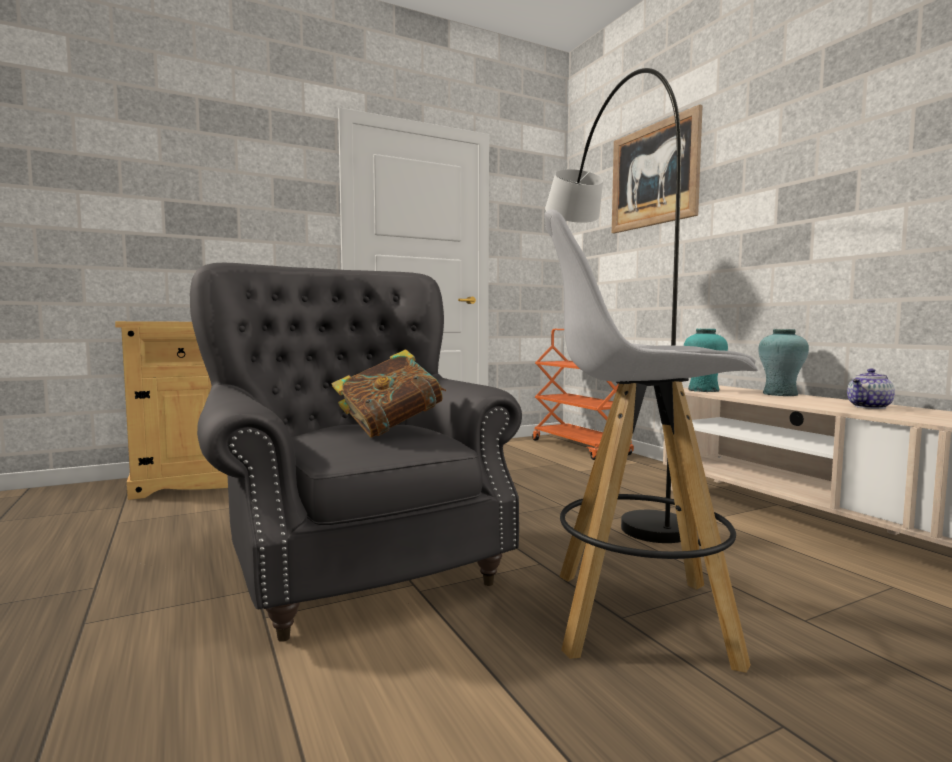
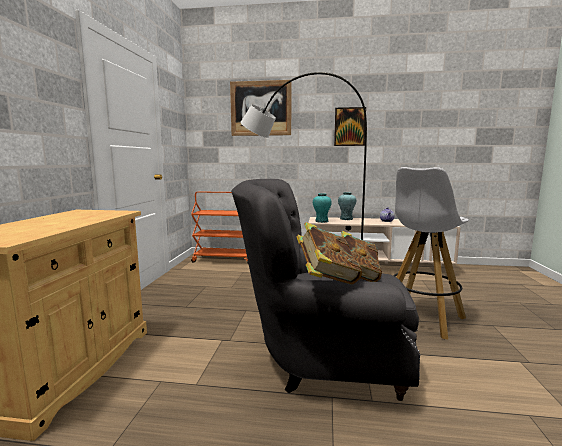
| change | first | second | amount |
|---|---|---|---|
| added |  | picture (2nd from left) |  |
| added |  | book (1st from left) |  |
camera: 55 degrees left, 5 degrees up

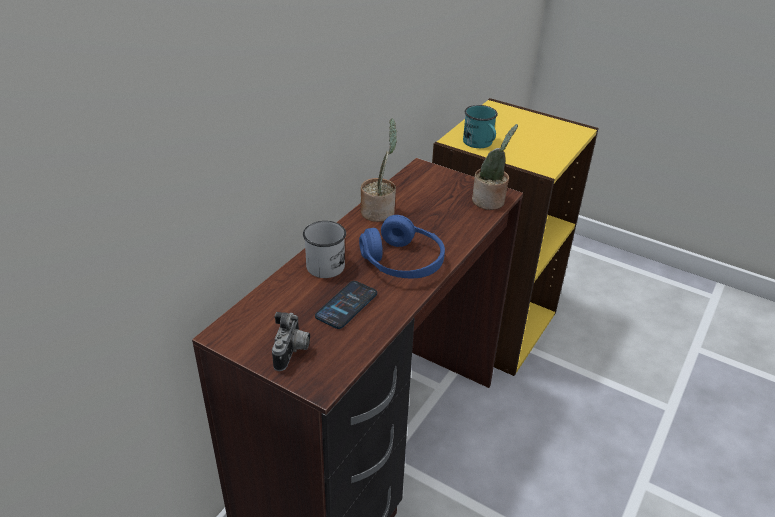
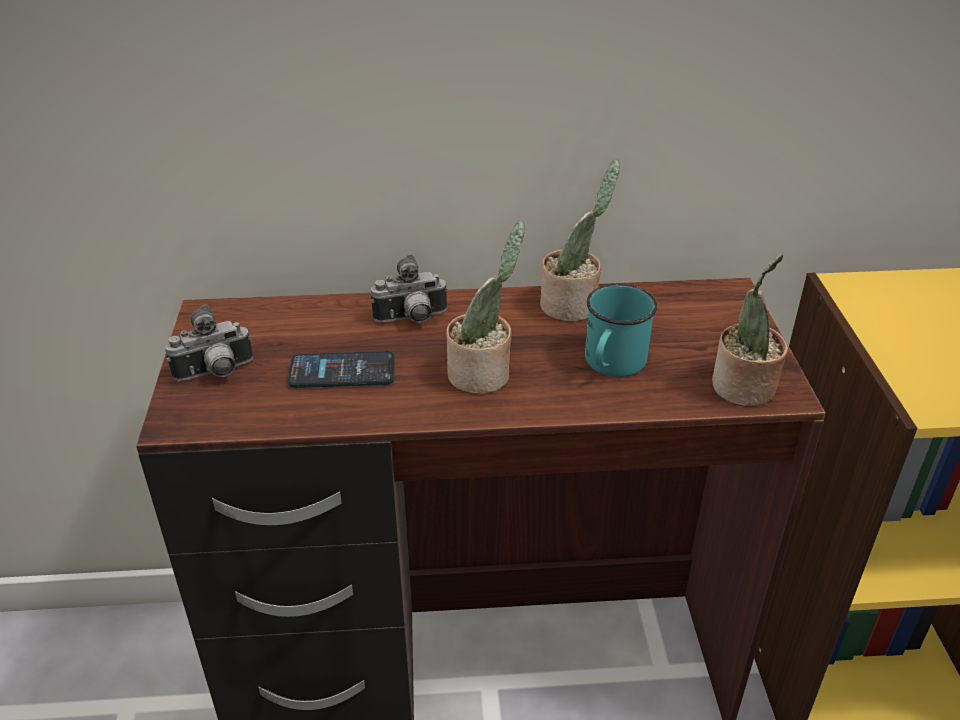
| change | first | second | amount |
|---|---|---|---|
| moved | mug/turquoise |  |  |
| replaced | headphones/blue | potted plant (1st from left) |  |
| replaced | mug/white | photo camera (2nd from left) |  |
camera: 55 degrees right, 0 degrees up

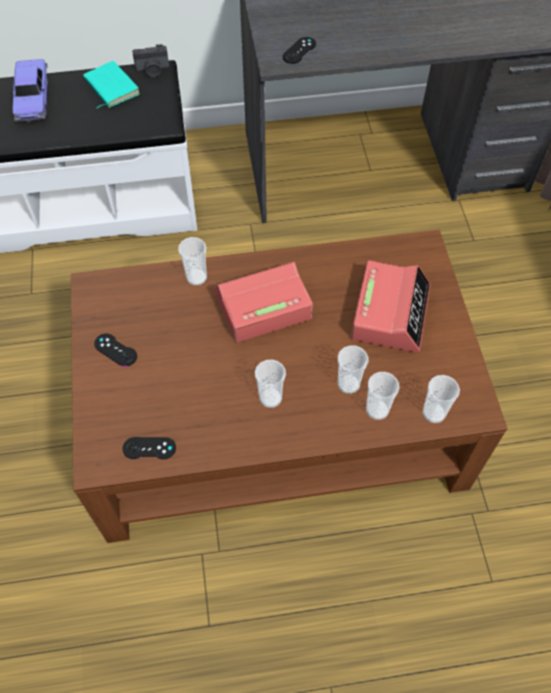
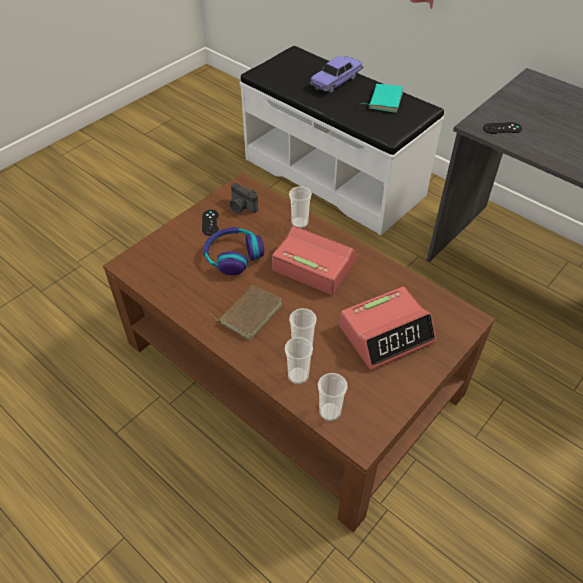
| change | first | second | amount |
|---|---|---|---|
| moved | photo camera |  |  |
| replaced | cup (2nd from left) | book/brown |  |
| removed | game controller/black (2nd from left) |  |  |
| added |  | headphones |  |
camera: 50 degrees right, 10 degrees down

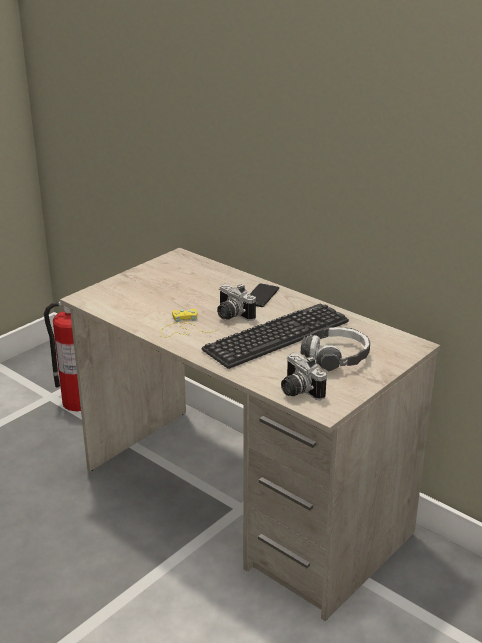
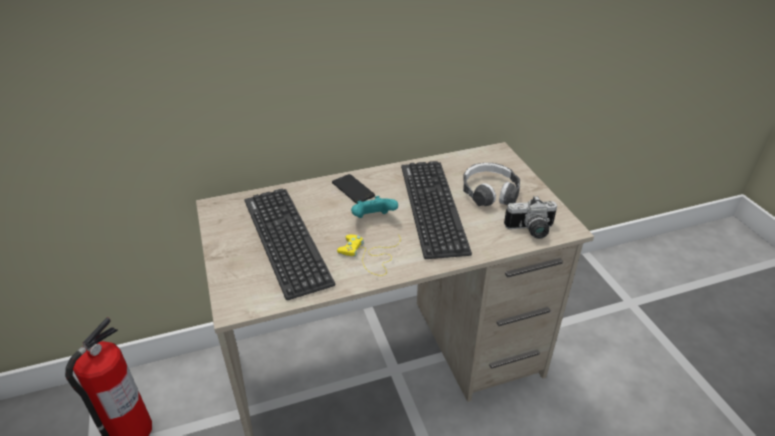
| change | first | second | amount |
|---|---|---|---|
| replaced | photo camera (1st from left) | game controller/turquoise |  |
| added |  | keyboard (1st from left) |  |
camera: 60 degrees left, 10 degrees up

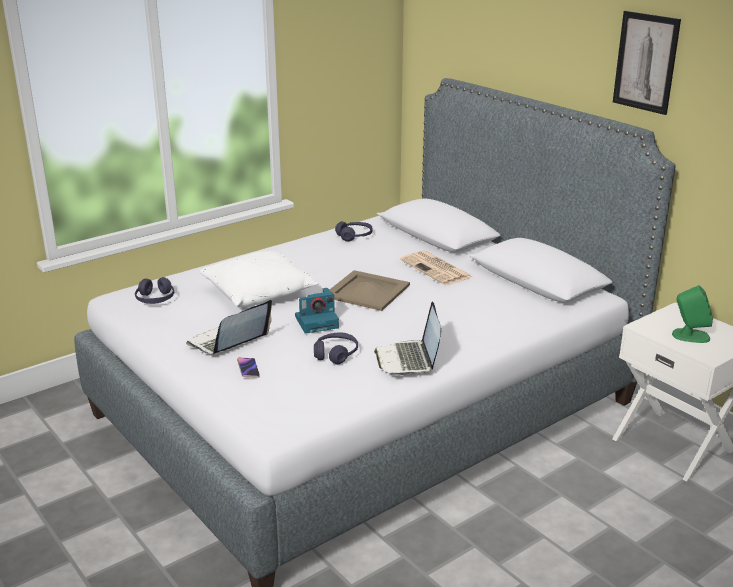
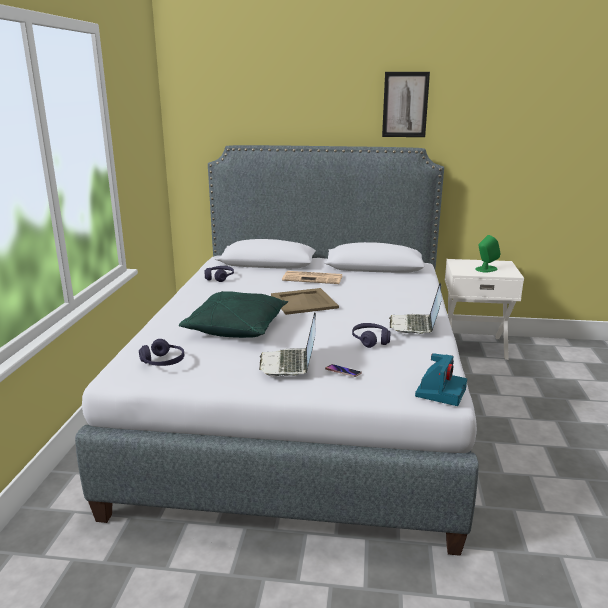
| change | first | second | amount |
|---|---|---|---|
| recoloured | pillow/white | pillow/green |  |
| moved | photo camera |  |  |
| turned | laptop (2nd from left) |  | 60 degrees clockwise |
camera: 45 degrees left, 5 degrees down

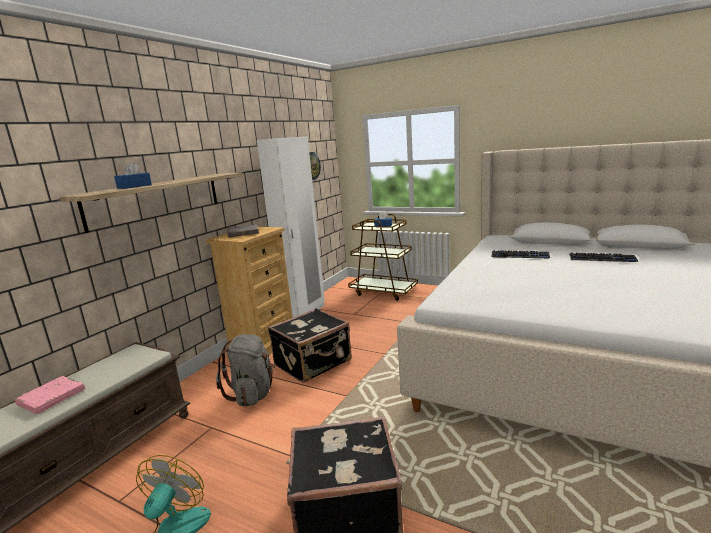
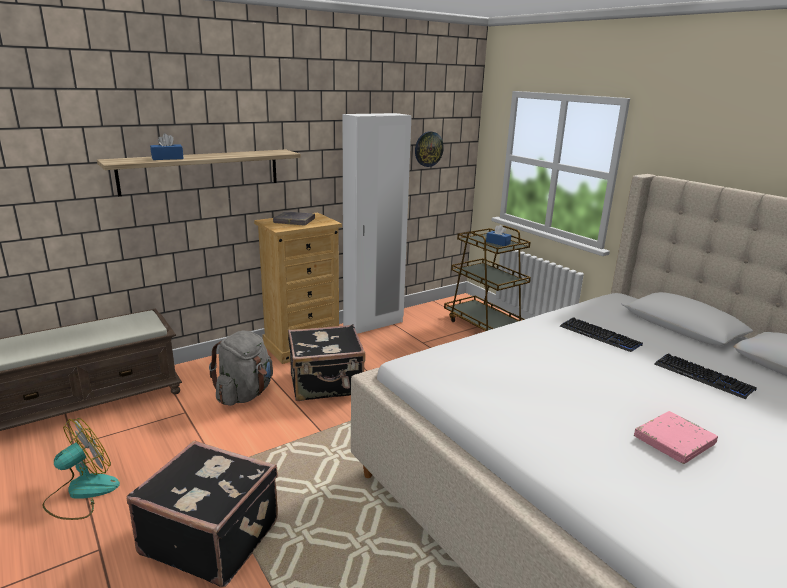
| change | first | second | amount |
|---|---|---|---|
| moved | book/pink |  |  |
camera: 25 degrees right, 5 degrees up

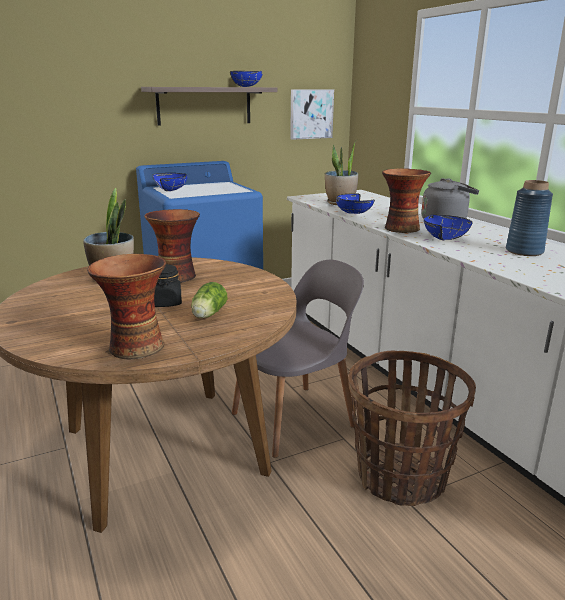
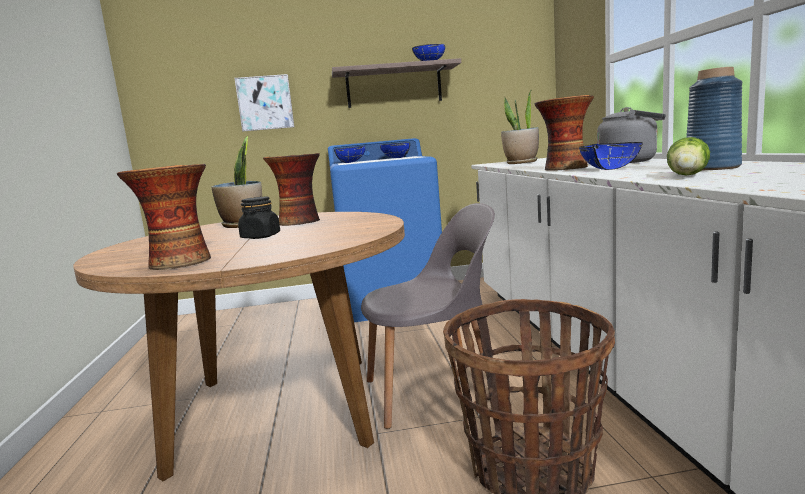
| change | first | second | amount |
|---|---|---|---|
| moved | picture |  |  |
| moved | bowl/blue (3rd from left in the first image) | bowl/blue (2nd from left) |  |
| moved | lettuce |  |  |
camera: 20 degrees right, 10 degrees down

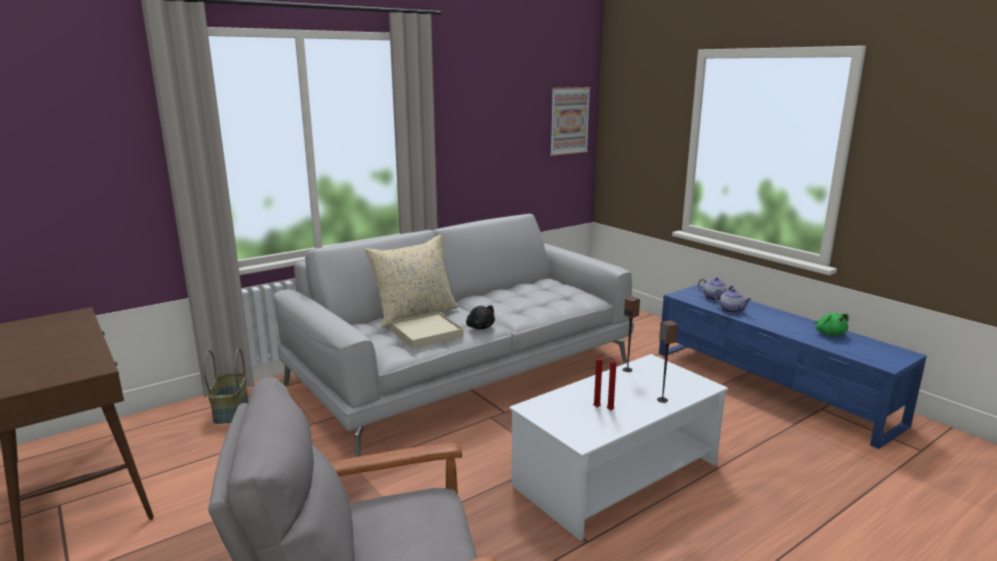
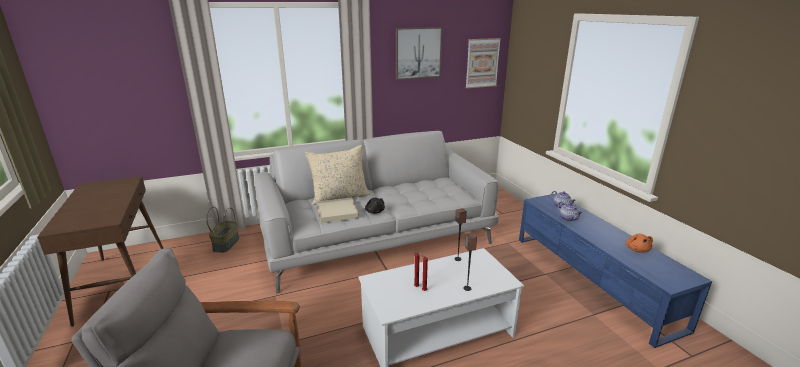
| change | first | second | amount |
|---|---|---|---|
| recoloured | plush toy/green | plush toy/orange |  |
| added |  | picture (1st from left) |  |
camera: 15 degrees right, 5 degrees up

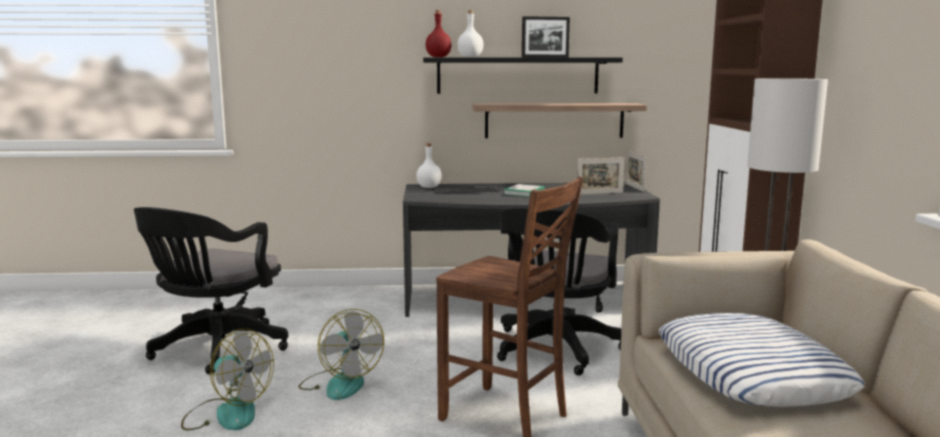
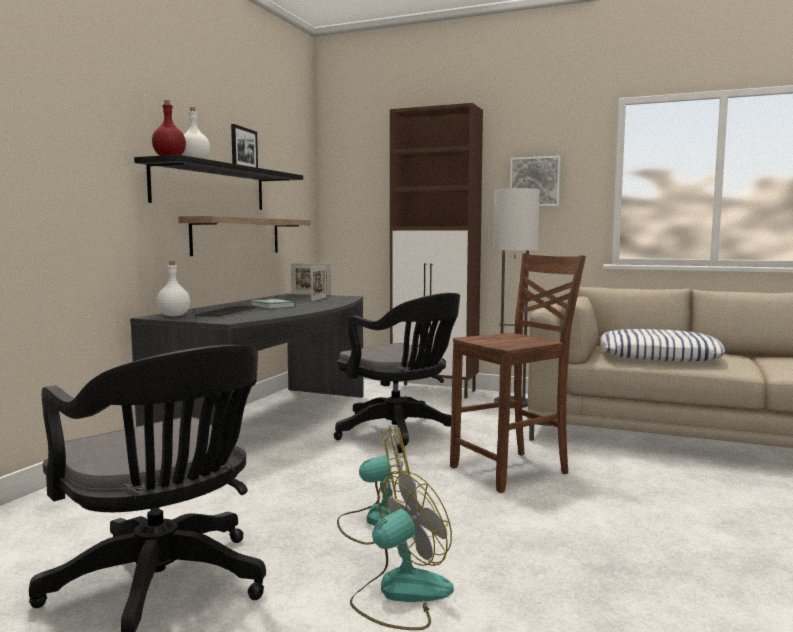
| change | first | second | amount |
|---|---|---|---|
| added |  | picture |  |
camera: 65 degrees left, 5 degrees down

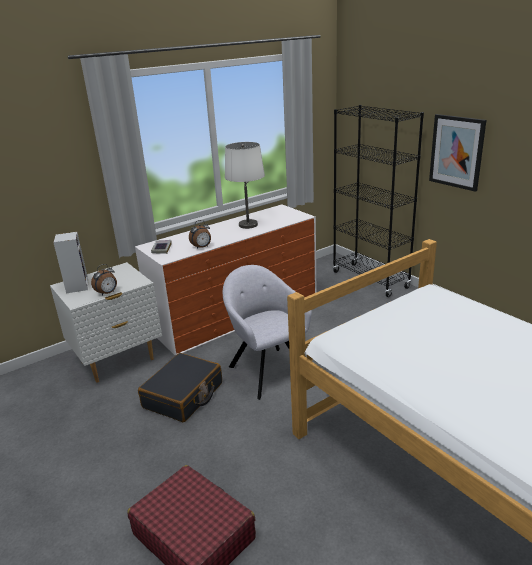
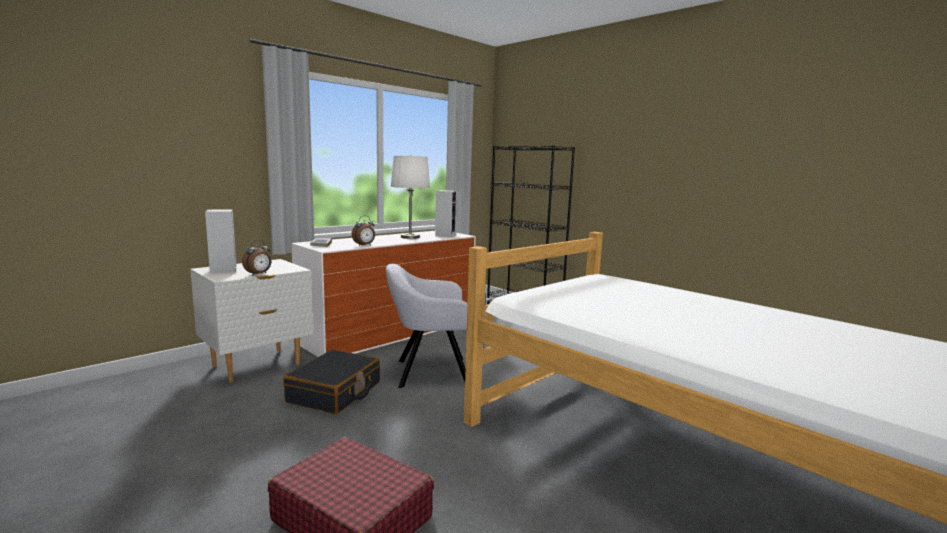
| change | first | second | amount |
|---|---|---|---|
| removed | picture |  |  |
| turned | armchair/grey |  | 60 degrees counterclockwise |
| added |  | speaker (2nd from left) |  |
camera: 10 degrees left, 15 degrees down

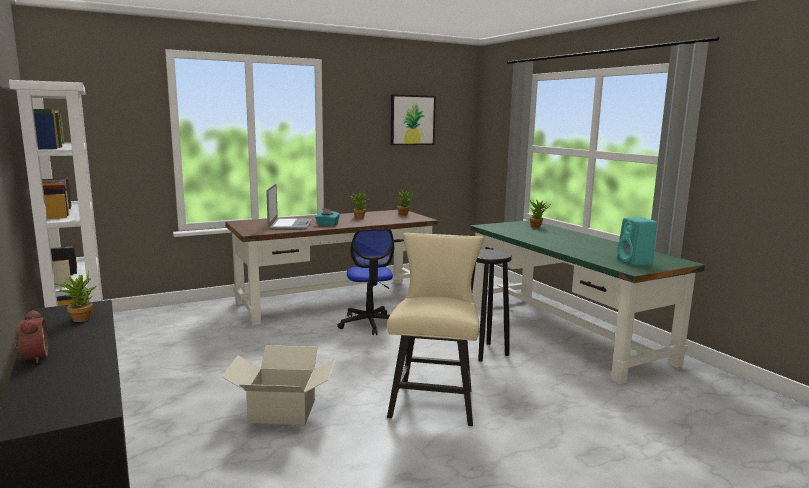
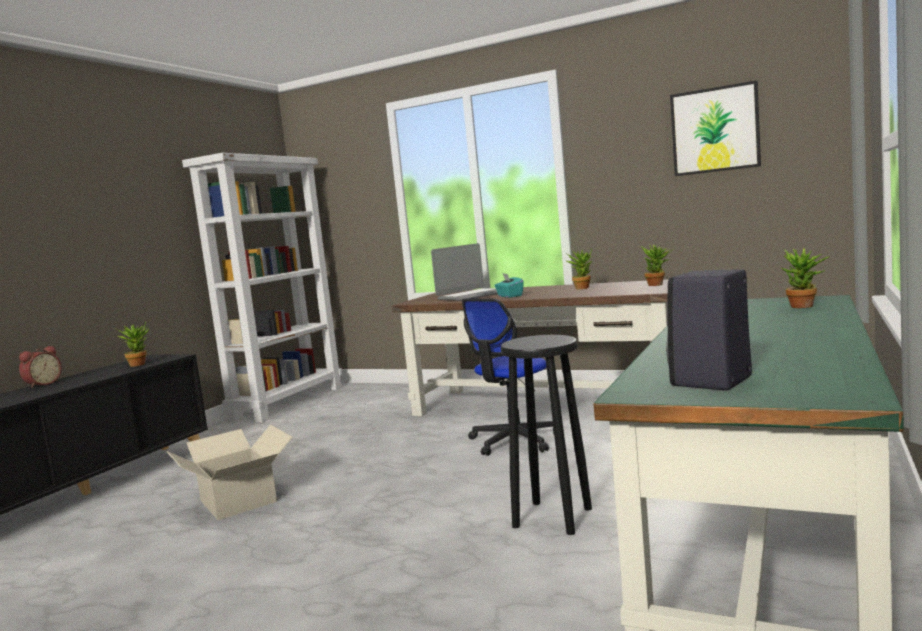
| change | first | second | amount |
|---|---|---|---|
| recoloured | speaker/turquoise | speaker/black |  |
| removed | chair/beige |  |  |
camera: 55 degrees right, 5 degrees down

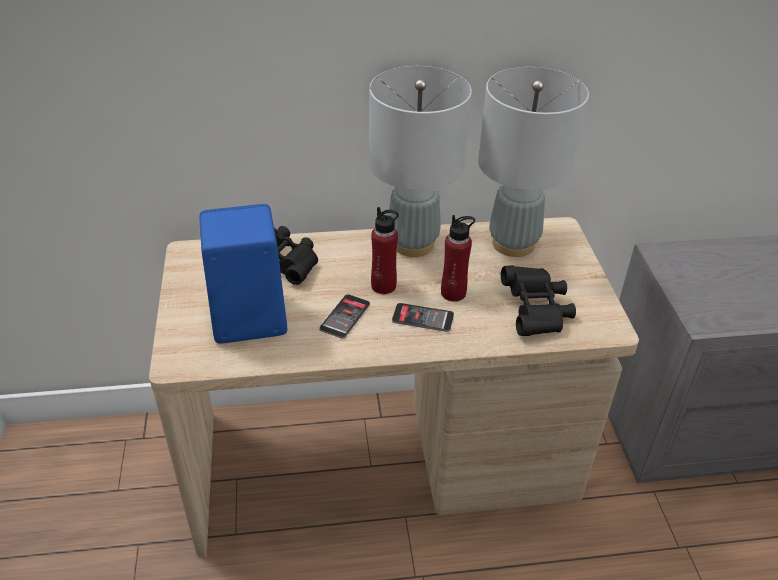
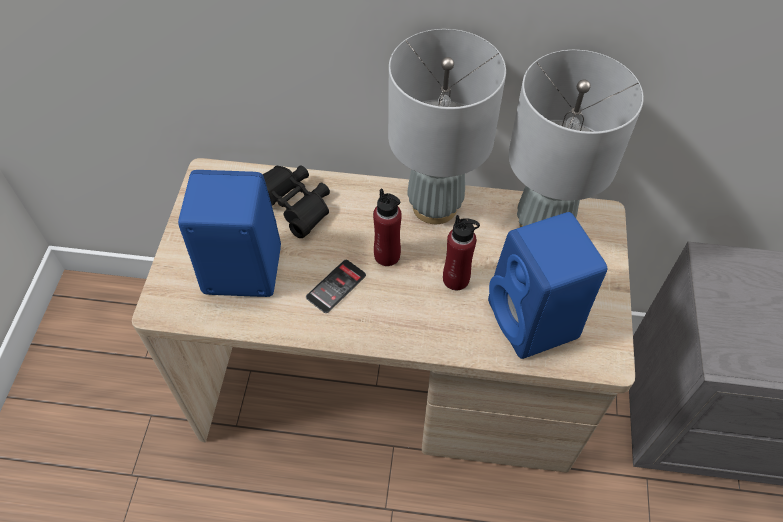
| change | first | second | amount |
|---|---|---|---|
| replaced | binoculars/black (2nd from left) | speaker/blue (2nd from left) |  |
| removed | phone (2nd from left) |  |  |
camera: 15 degrees right, 15 degrees up

